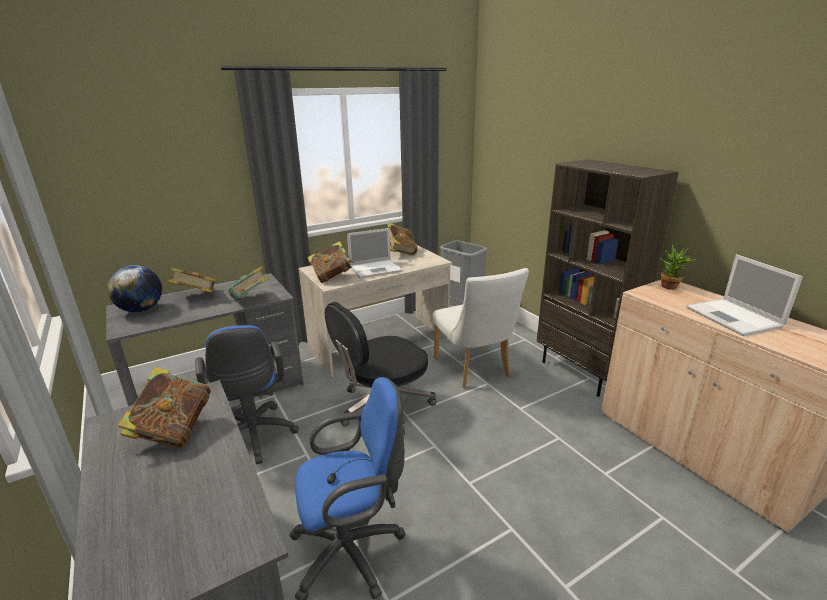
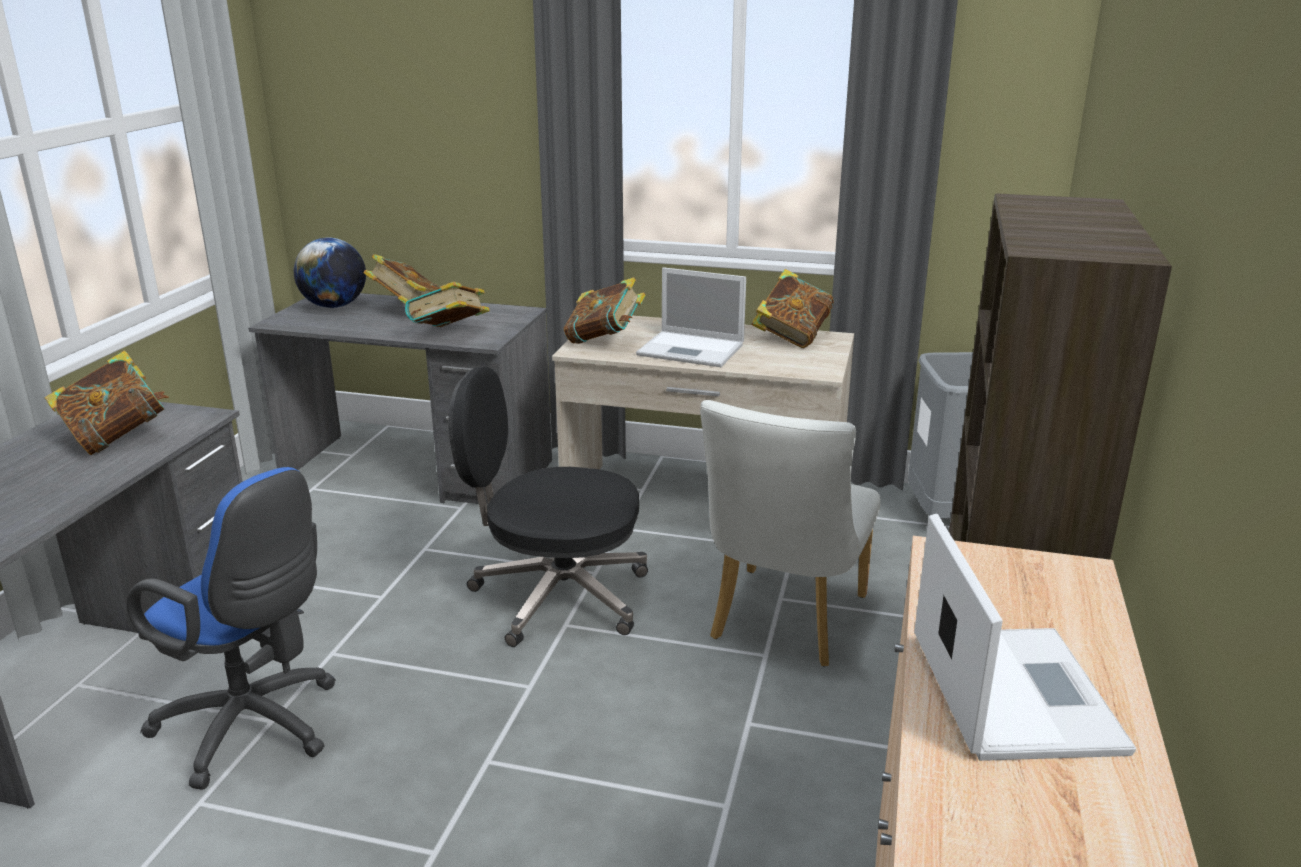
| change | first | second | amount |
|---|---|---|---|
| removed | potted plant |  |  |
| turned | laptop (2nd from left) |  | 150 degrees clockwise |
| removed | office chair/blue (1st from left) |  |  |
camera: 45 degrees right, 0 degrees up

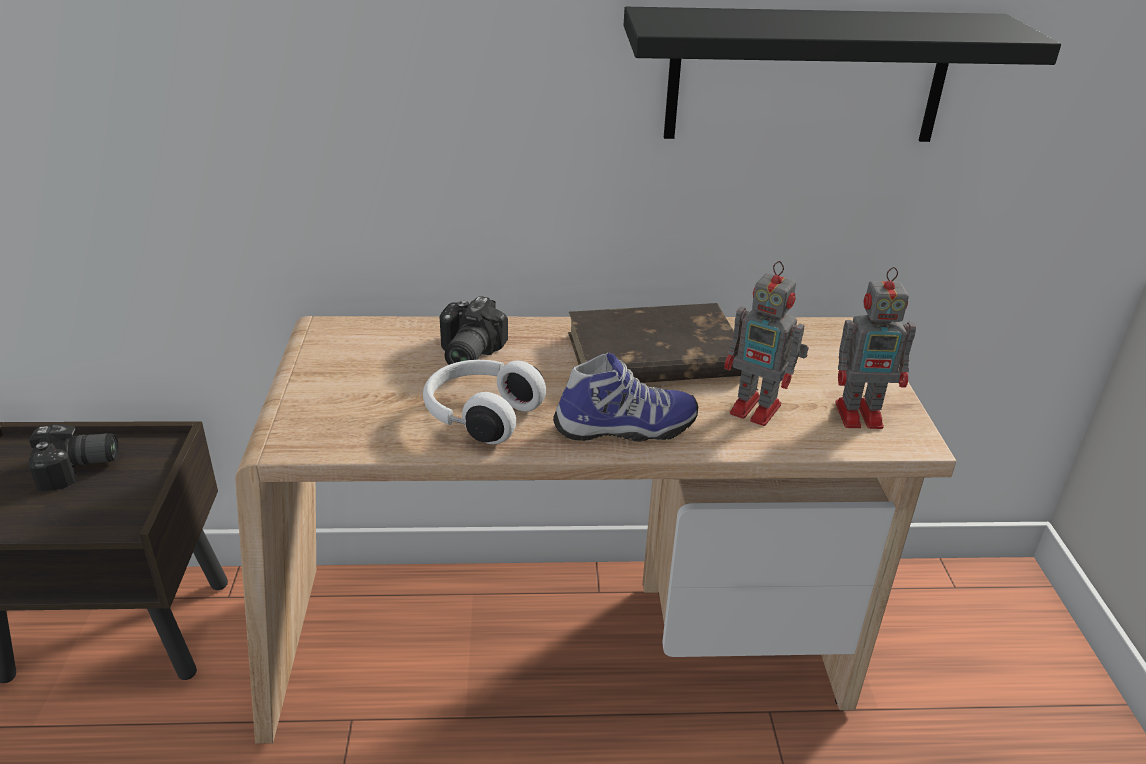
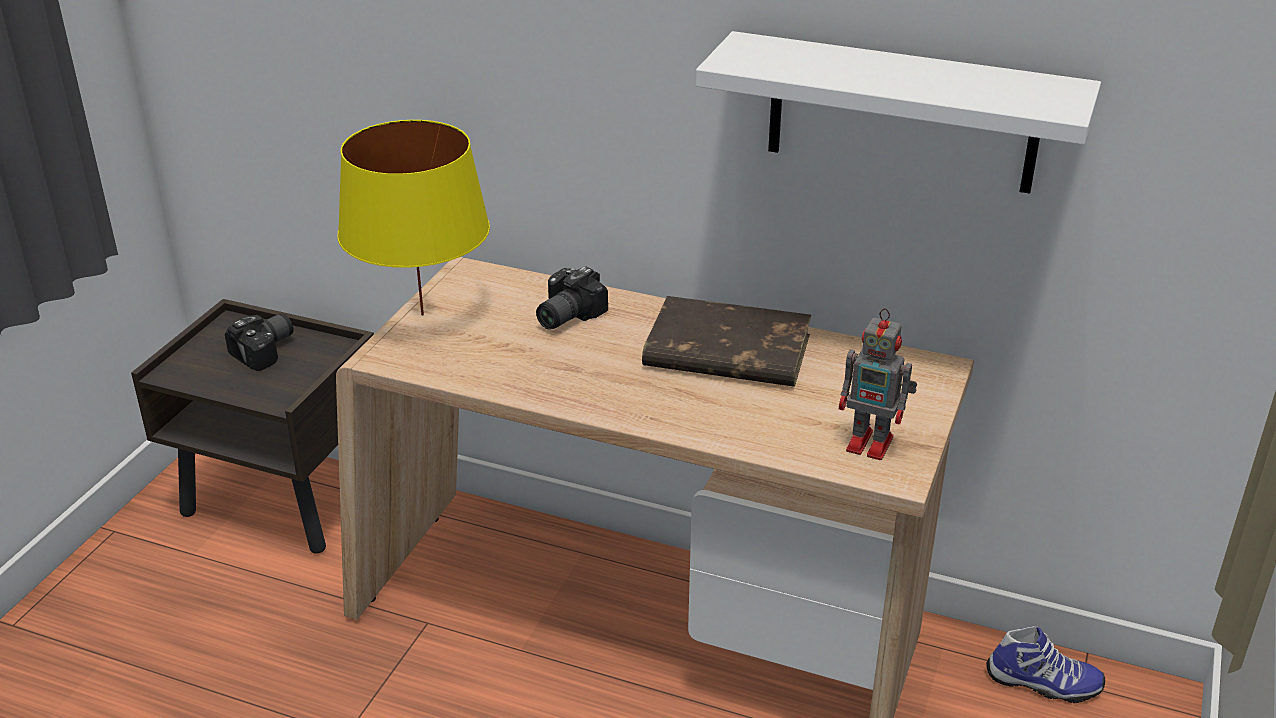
| change | first | second | amount |
|---|---|---|---|
| recoloured | shelf/black | shelf/white |  |
| removed | toy robot (1st from left) |  |  |
| moved | shoe |  |  |
| removed | headphones/white |  |  |
| turned | photo camera (1st from left) |  | 60 degrees counterclockwise |
| added |  | table lamp/yellow |  |
camera: 25 degrees right, 0 degrees up

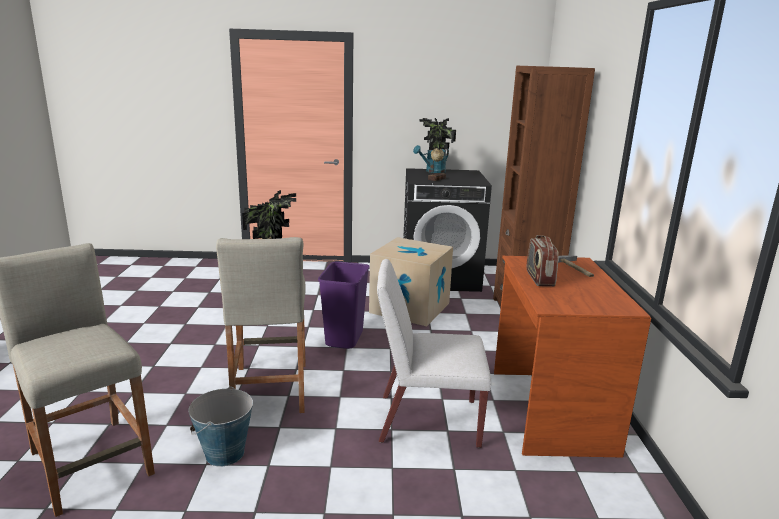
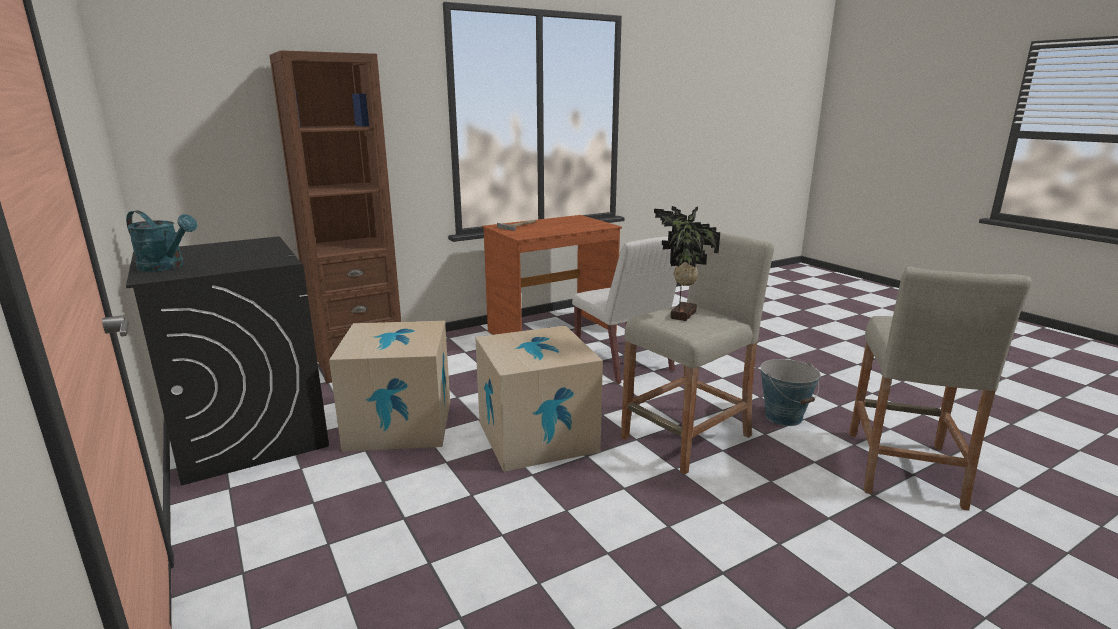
| change | first | second | amount |
|---|---|---|---|
| removed | potted plant (2nd from left) |  |  |
| removed | radio |  |  |
| replaced | trash can/purple | cardboard box (2nd from left) |  |
camera: 120 degrees left, 0 degrees up

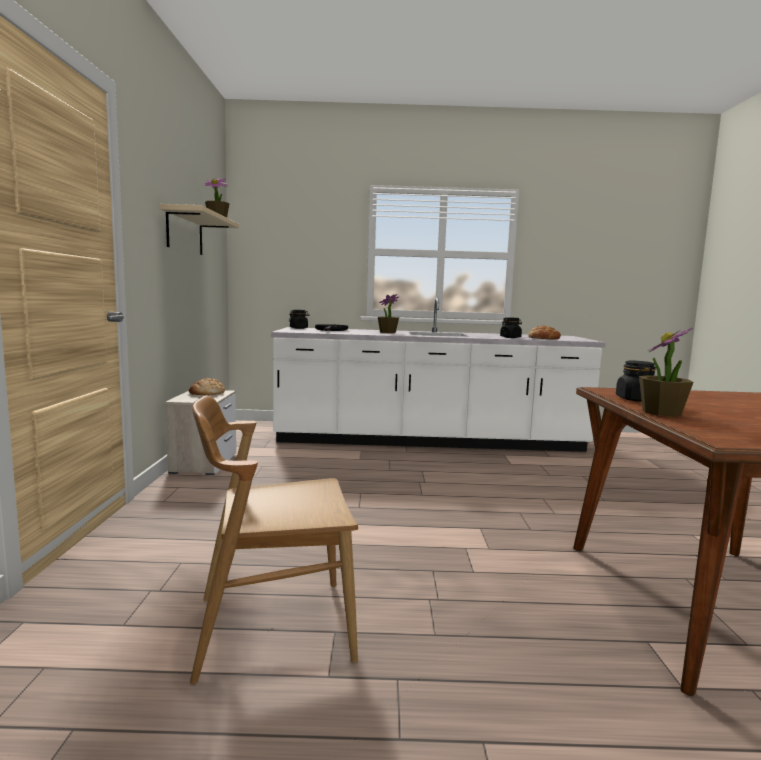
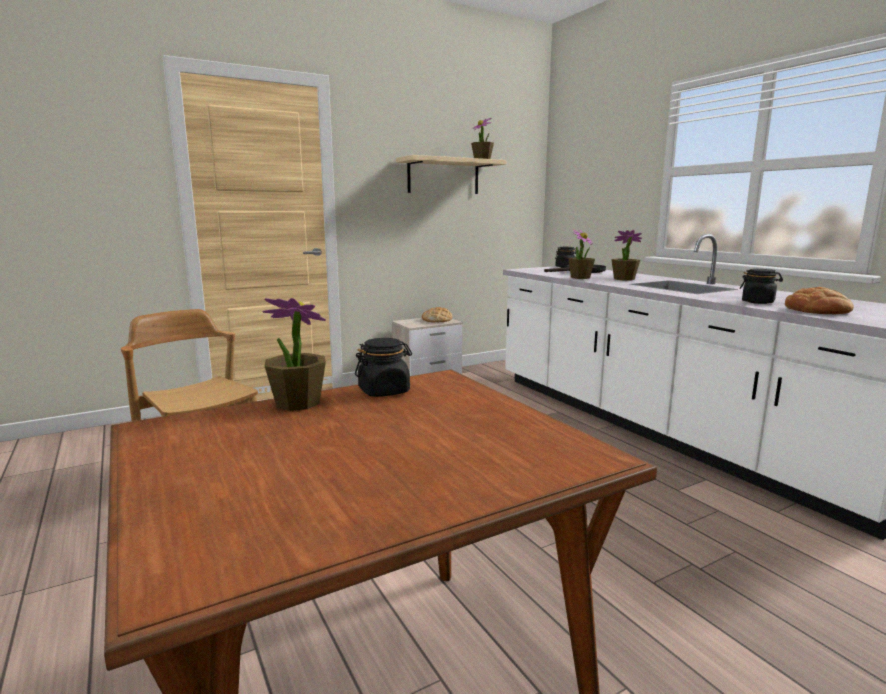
| change | first | second | amount |
|---|---|---|---|
| added |  | potted plant (3rd from left) |  |
camera: 60 degrees right, 5 degrees up

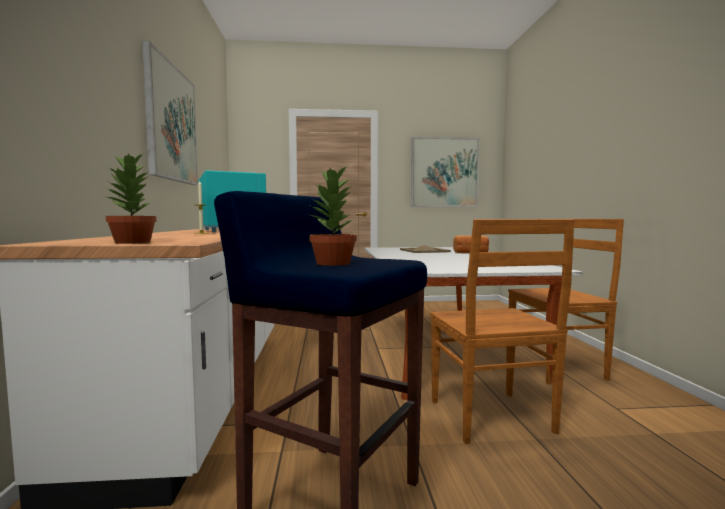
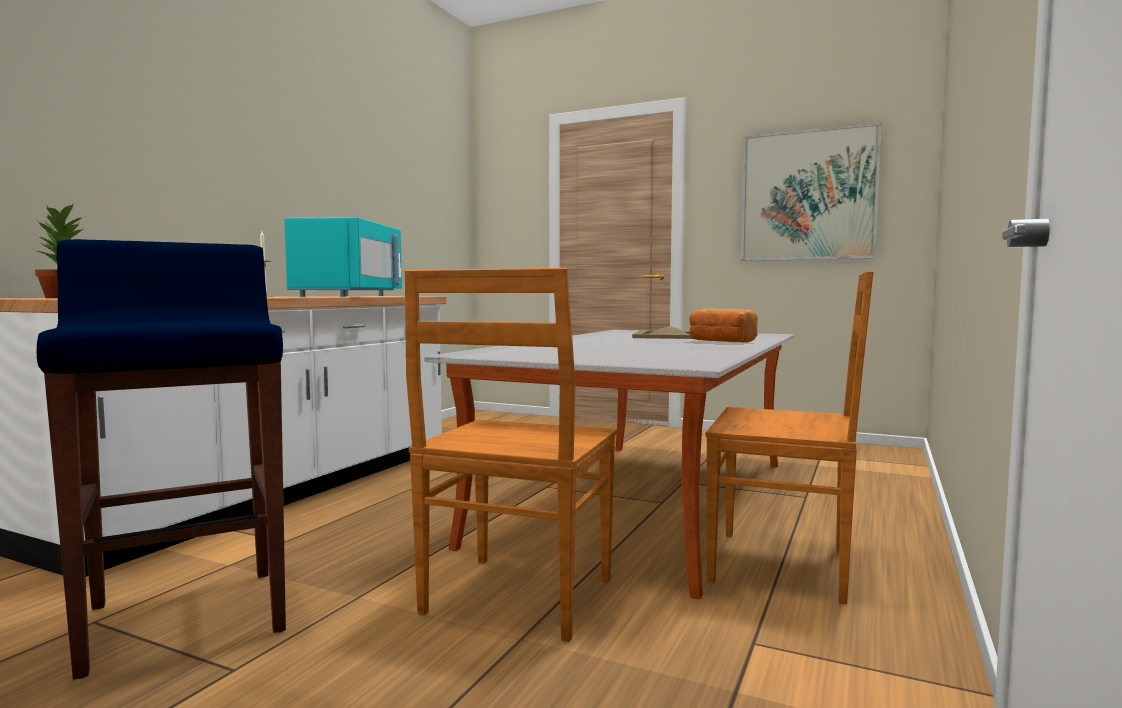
| change | first | second | amount |
|---|---|---|---|
| removed | picture (1st from left) |  |  |
| removed | potted plant (2nd from left) |  |  |
camera: 30 degrees right, 0 degrees up

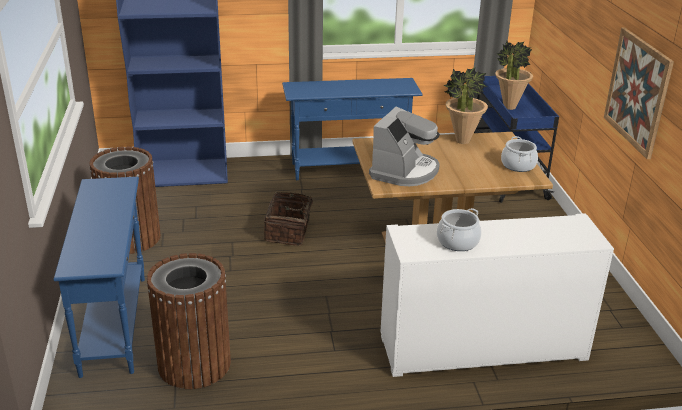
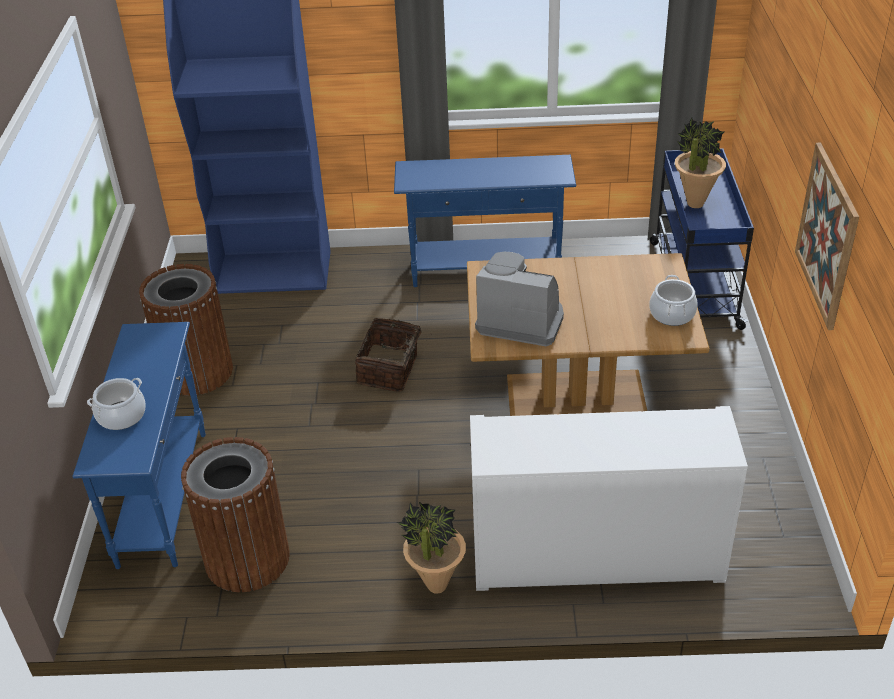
| change | first | second | amount |
|---|---|---|---|
| moved | potted plant (1st from left) |  |  |
| turned | coffee machine |  | 105 degrees counterclockwise |
| moved | cooking pot (1st from left) |  |  |
camera: 10 degrees right, 10 degrees up

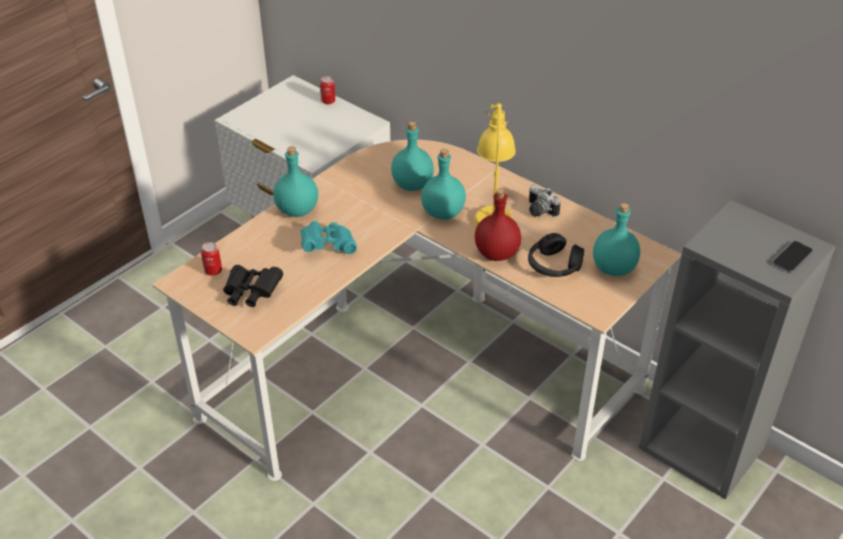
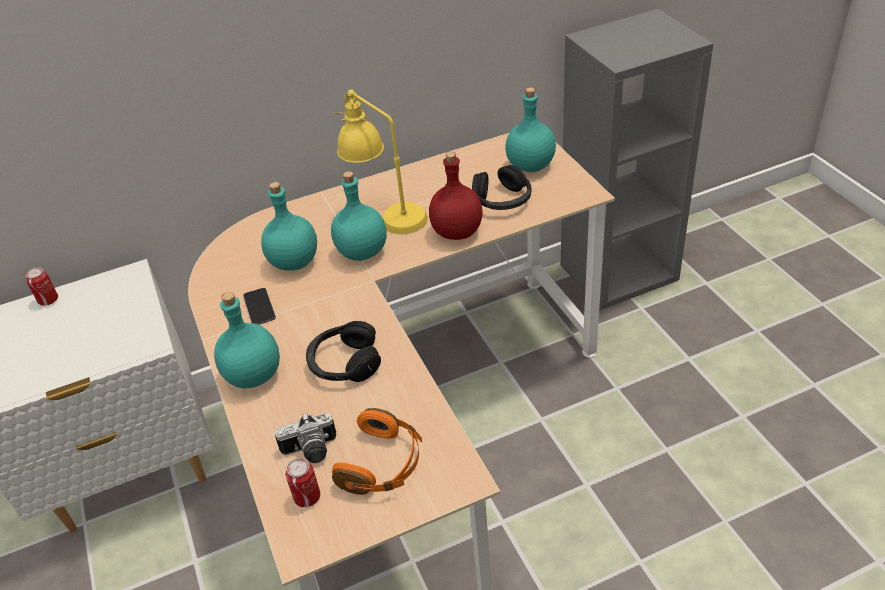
| change | first | second | amount |
|---|---|---|---|
| moved | photo camera |  |  |
| replaced | binoculars/turquoise | headphones/black (1st from left) |  |
| moved | phone |  |  |
| replaced | binoculars/black | headphones/orange |  |
camera: 60 degrees left, 0 degrees up

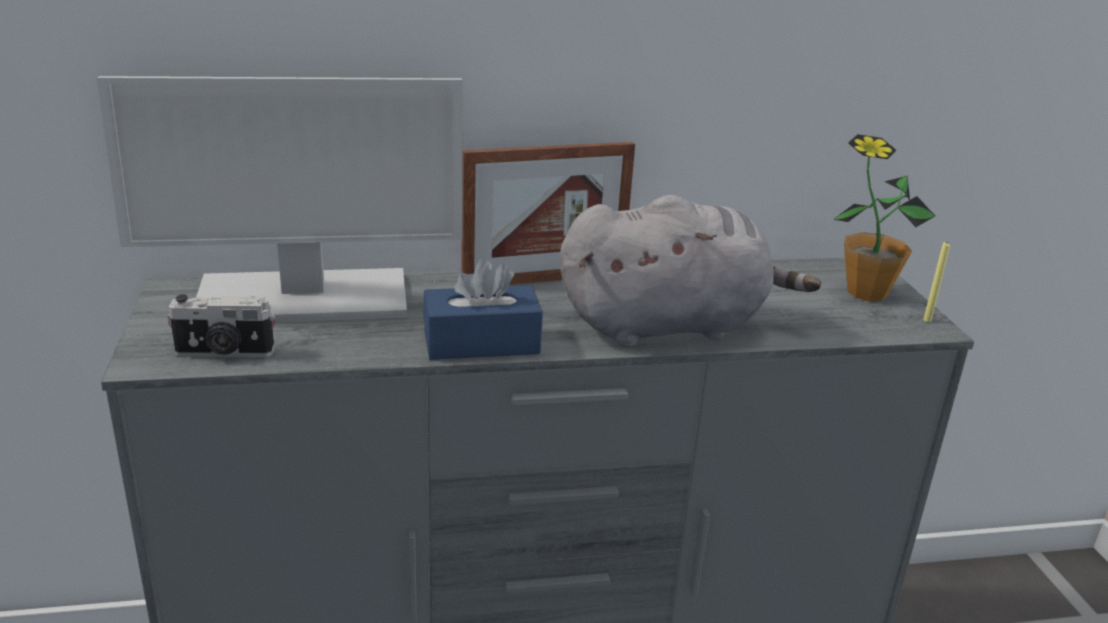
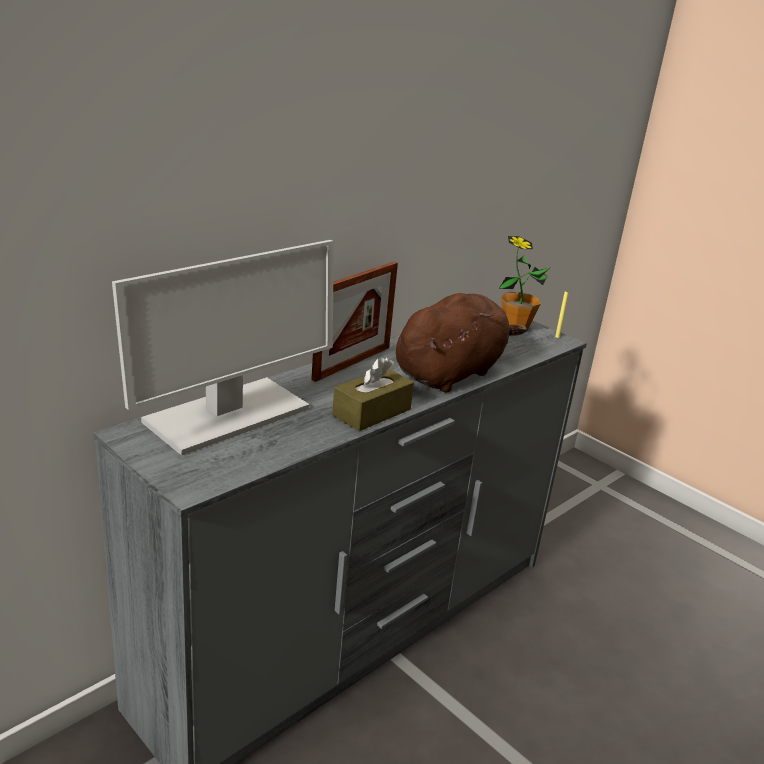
| change | first | second | amount |
|---|---|---|---|
| recoloured | plush toy/grey | plush toy/brown |  |
| recoloured | tissue box/blue | tissue box/brown |  |
| removed | photo camera |  |  |
camera: 35 degrees left, 0 degrees up

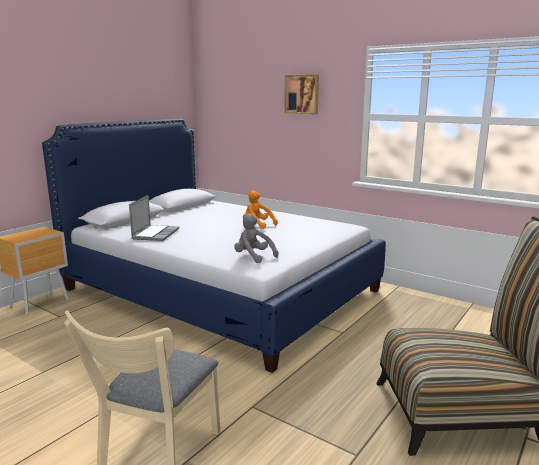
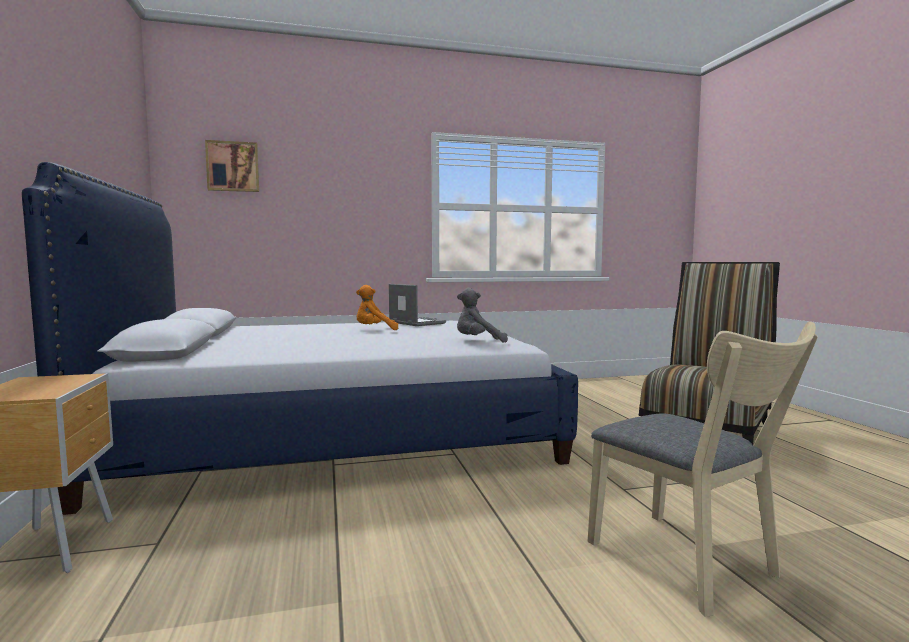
| change | first | second | amount |
|---|---|---|---|
| moved | picture |  |  |
| moved | laptop |  |  |
camera: 50 degrees left, 10 degrees down

